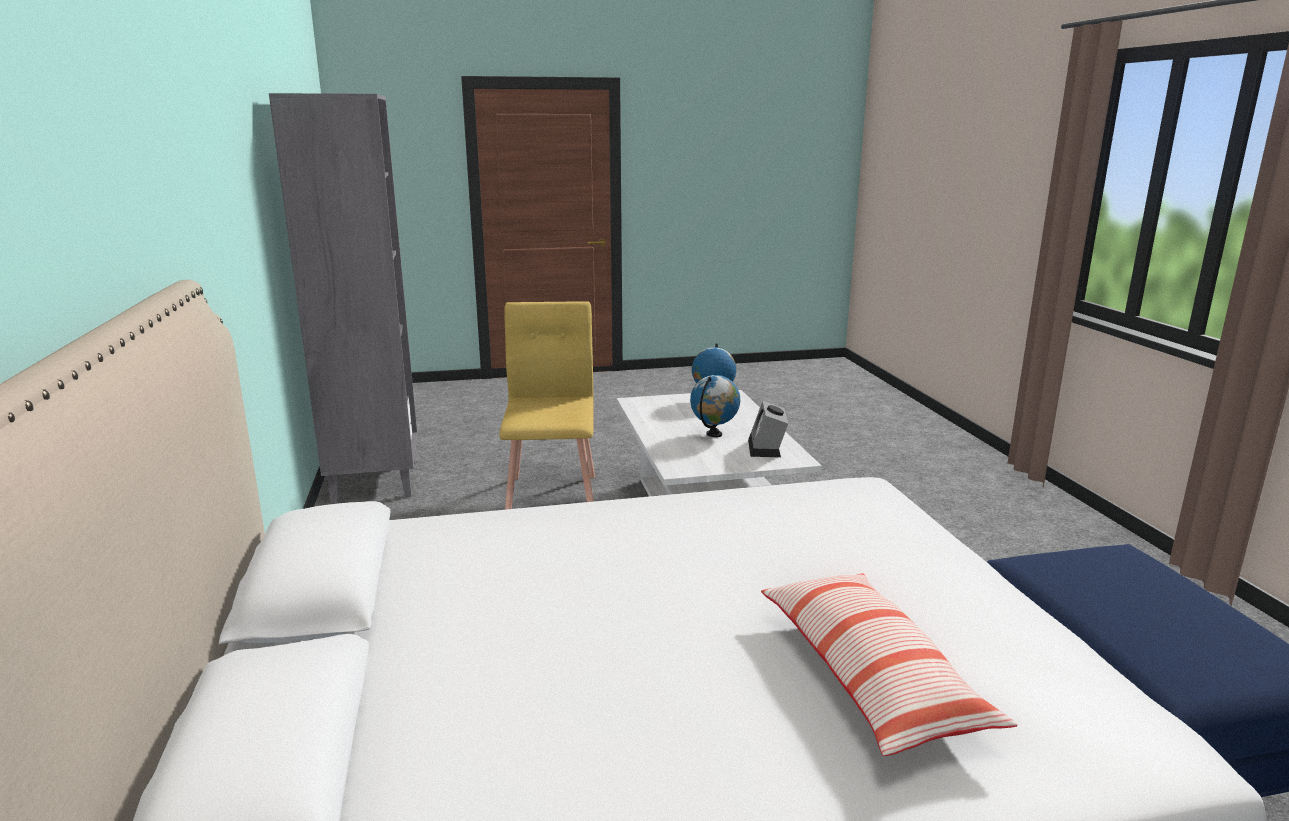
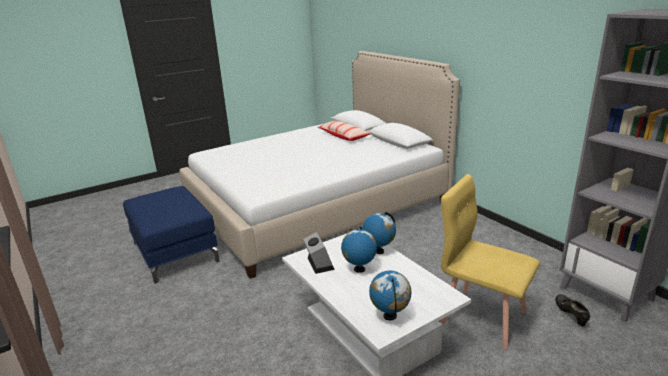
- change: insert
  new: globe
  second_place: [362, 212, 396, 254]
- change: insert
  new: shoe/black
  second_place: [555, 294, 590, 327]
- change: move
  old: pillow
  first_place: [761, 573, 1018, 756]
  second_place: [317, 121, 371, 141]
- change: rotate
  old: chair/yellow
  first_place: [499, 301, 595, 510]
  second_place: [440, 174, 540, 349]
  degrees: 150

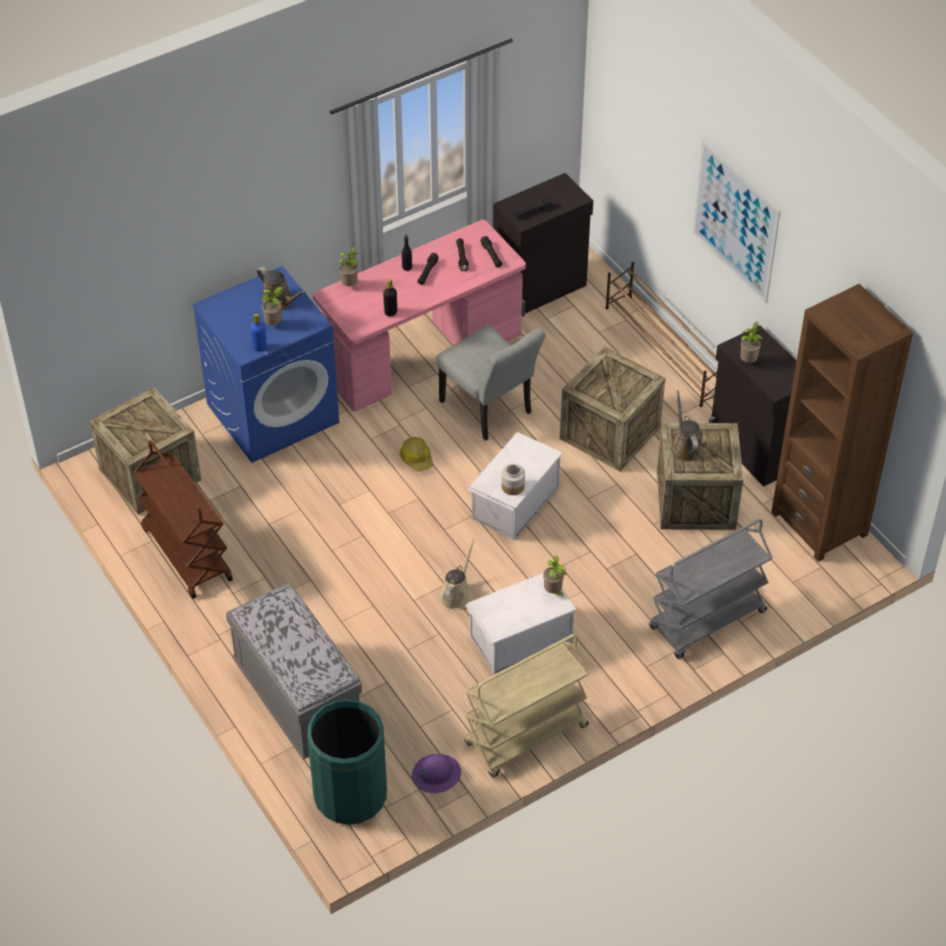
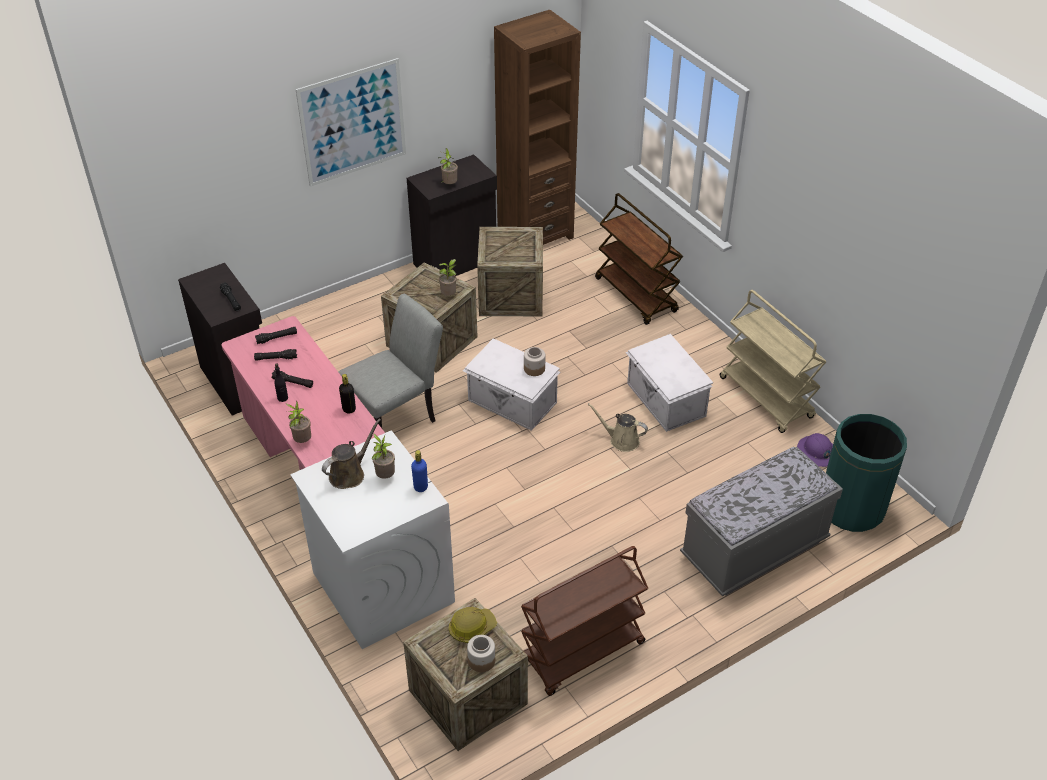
- change: delete
  old: shoe rack/brown
  first_place: [606, 262, 717, 407]
- change: delete
  old: watering can/brown
  first_place: [671, 390, 702, 462]
- change: insert
  new: jar
  second_place: [467, 635, 495, 672]
- change: move
  old: hard hat
  first_place: [399, 437, 433, 472]
  second_place: [449, 607, 497, 643]
- change: move
  old: potted plant
  first_place: [543, 556, 566, 598]
  second_place: [439, 259, 457, 296]
- change: recolor
  old: washing machine/blue
  new: washing machine/white
  first_place: [192, 266, 339, 463]
  second_place: [290, 431, 455, 649]
- change: recolor
  old: cart/grey
  new: cart/brown
  first_place: [649, 519, 773, 659]
  second_place: [595, 193, 683, 325]

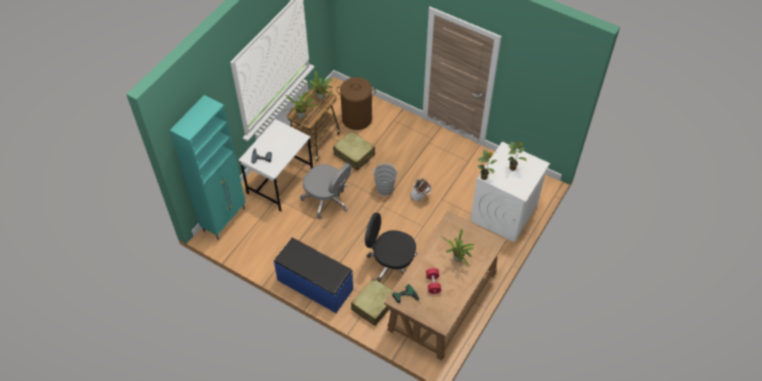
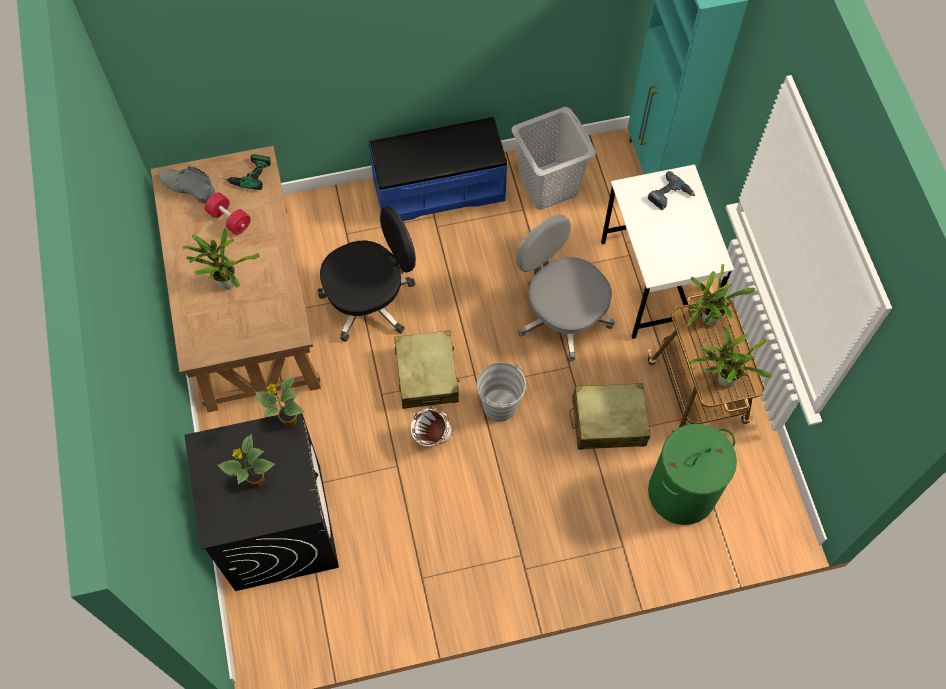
- change: insert
  new: boot/grey
  second_place: [159, 165, 215, 204]
- change: insert
  new: laundry basket/grey
  second_place: [512, 107, 596, 210]
- change: move
  old: suitcase/beige
  first_place: [351, 278, 392, 326]
  second_place: [394, 330, 460, 409]
- change: recolor
  old: laundry basket/brown
  new: laundry basket/green
  first_place: [336, 77, 376, 130]
  second_place: [648, 424, 737, 525]
- change: recolor
  old: washing machine/white
  new: washing machine/black
  first_place: [470, 142, 550, 242]
  second_place: [184, 413, 339, 591]
- change: rotate
  old: office chair/grey
  first_place: [300, 163, 352, 219]
  second_place: [516, 214, 615, 362]
  degrees: 60

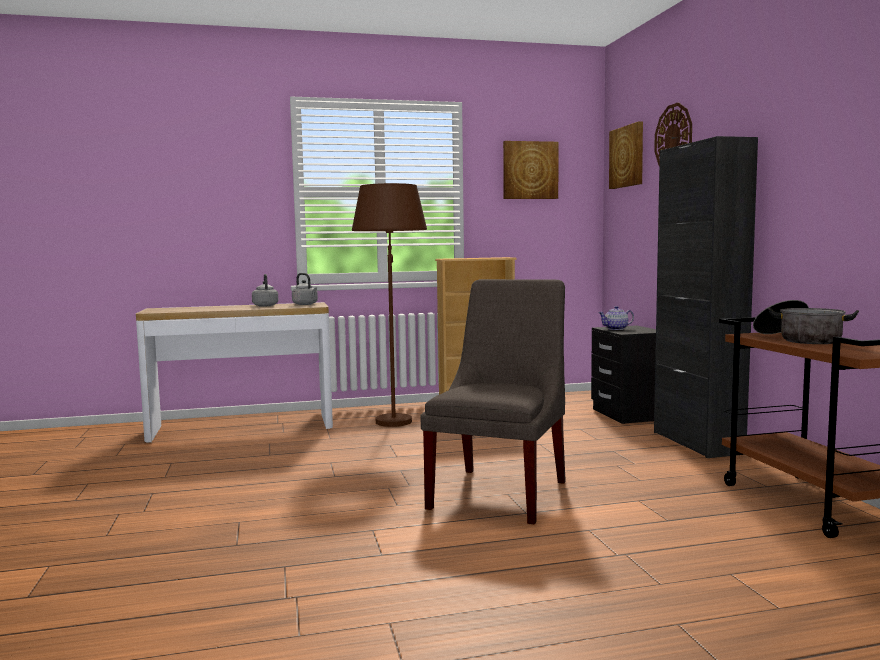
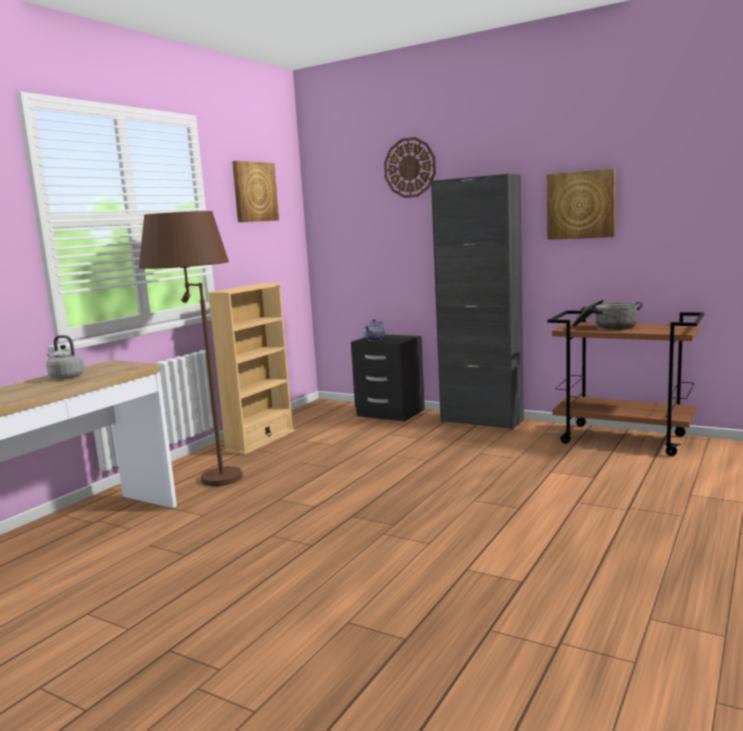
- change: delete
  old: kettle/grey
  first_place: [292, 273, 318, 305]
- change: delete
  old: chair/grey
  first_place: [420, 279, 566, 524]
- change: move
  old: picture
  first_place: [609, 121, 643, 189]
  second_place: [547, 168, 616, 240]

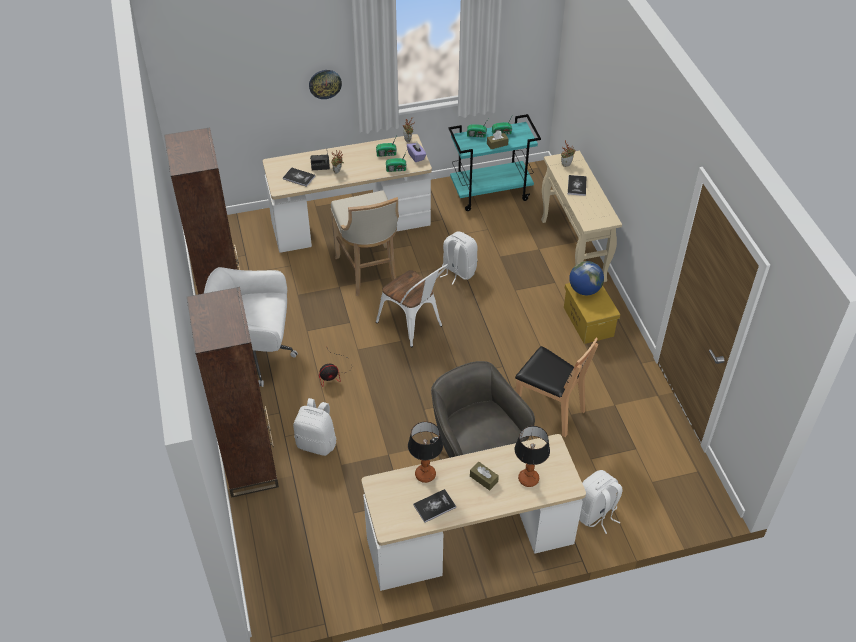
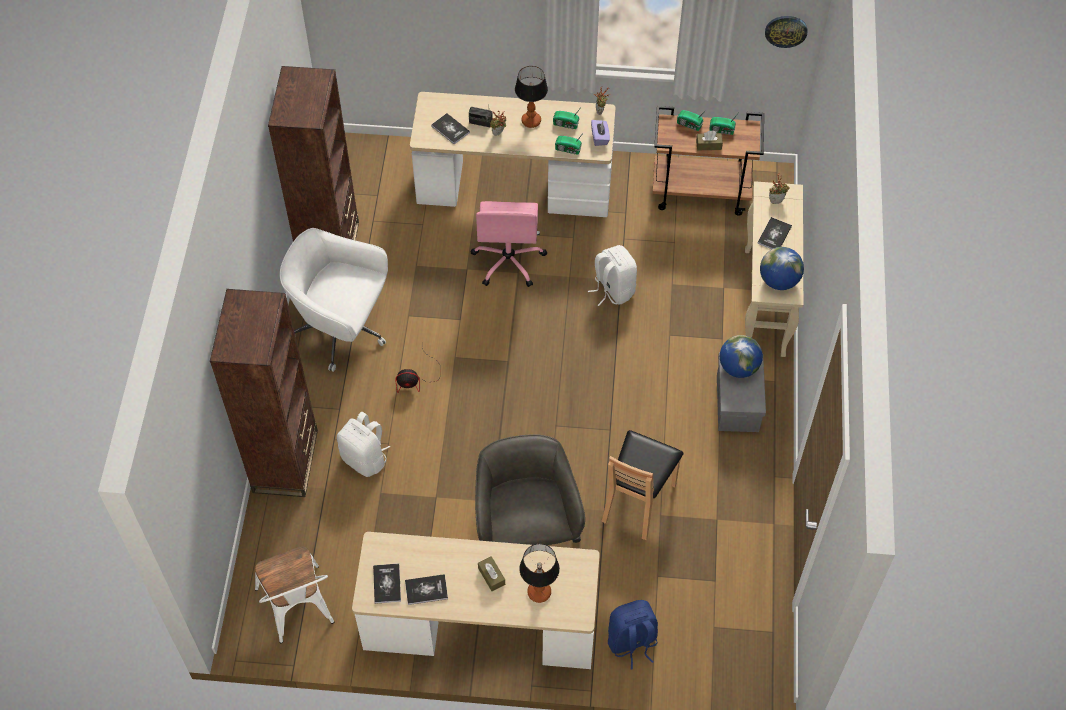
- change: insert
  new: book
  second_place: [373, 563, 401, 604]
- change: insert
  new: globe
  second_place: [760, 247, 804, 290]
- change: move
  old: wall clock
  first_place: [309, 70, 342, 99]
  second_place: [765, 16, 807, 48]
- change: move
  old: chair/white
  first_place: [376, 264, 448, 347]
  second_place: [255, 546, 334, 643]
- change: move
  old: table lamp
  first_place: [408, 421, 443, 483]
  second_place: [515, 66, 548, 128]
- change: replace
  old: stool/beige
  new: office chair/pink
  first_place: [331, 190, 399, 296]
  second_place: [471, 201, 547, 287]
- change: recolor
  old: cart/turquoise
  new: cart/brown
  first_place: [448, 114, 541, 211]
  second_place: [652, 106, 764, 216]
- change: recolor
  old: storage box/yellow
  new: storage box/grey
  first_place: [564, 283, 620, 344]
  second_place: [717, 352, 766, 432]
- change: recolor
  old: backpack/white
  new: backpack/blue
  first_place: [579, 470, 622, 534]
  second_place: [608, 600, 658, 670]
- change: rotate
  old: chair/brown
  first_place: [515, 338, 599, 437]
  second_place: [601, 430, 684, 540]
  degrees: 60

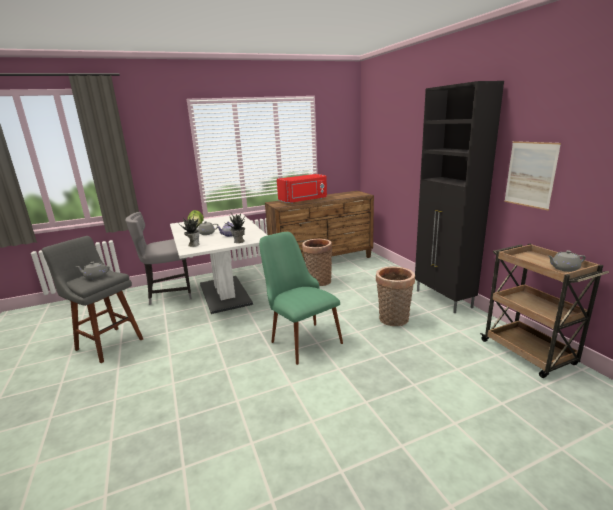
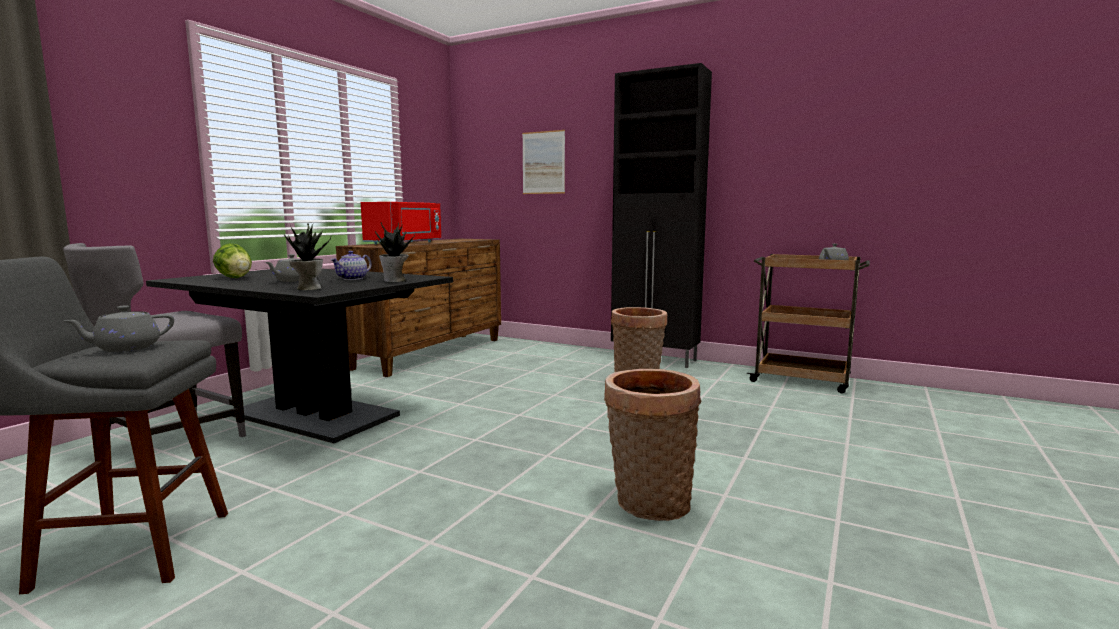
- change: delete
  old: chair/green
  first_place: [259, 232, 343, 365]
- change: move
  old: basket
  first_place: [302, 239, 332, 286]
  second_place: [604, 369, 701, 521]
- change: move
  old: picture
  first_place: [504, 141, 561, 210]
  second_place: [522, 130, 565, 194]
- change: recolor
  old: dining table/white
  new: dining table/black
  first_place: [170, 214, 268, 314]
  second_place: [146, 269, 453, 443]

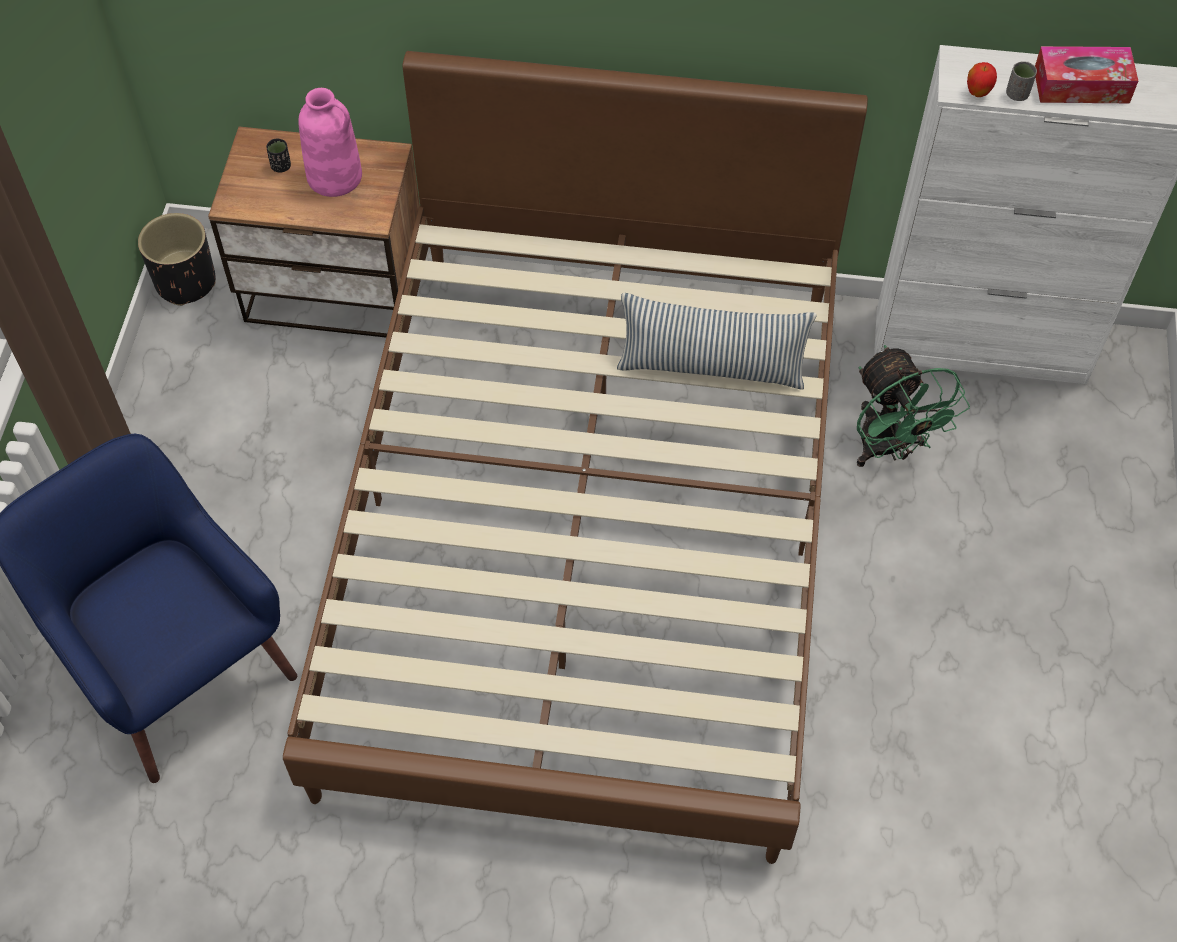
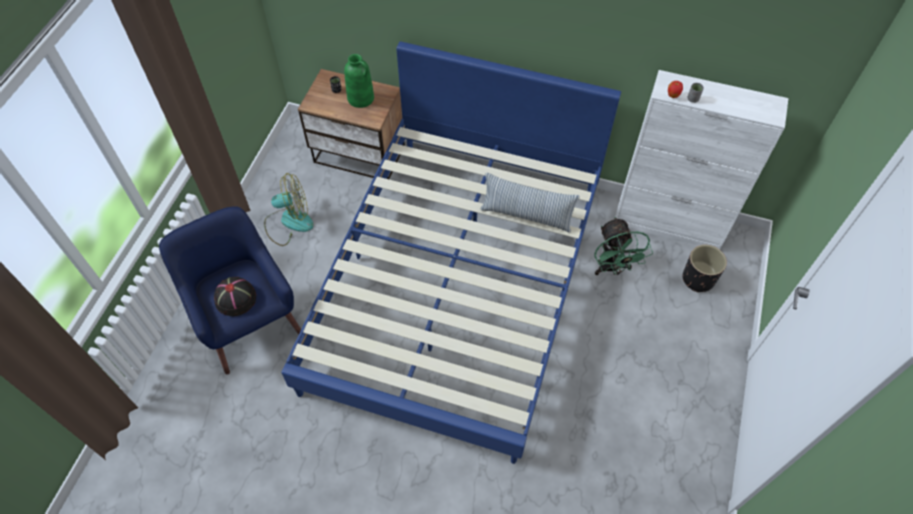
- change: delete
  old: tissue box
  first_place: [1035, 46, 1138, 103]
- change: insert
  new: hat/black
  second_place: [214, 277, 256, 316]
- change: insert
  new: fan
  second_place: [264, 173, 313, 246]
- change: move
  old: planter/black
  first_place: [138, 213, 216, 306]
  second_place: [682, 245, 727, 293]
- change: recolor
  old: bed/brown
  new: bed/blue
  first_place: [283, 51, 868, 864]
  second_place: [282, 41, 621, 464]
- change: recolor
  old: vase/pink
  new: vase/green
  first_place: [298, 88, 362, 197]
  second_place: [344, 54, 374, 108]

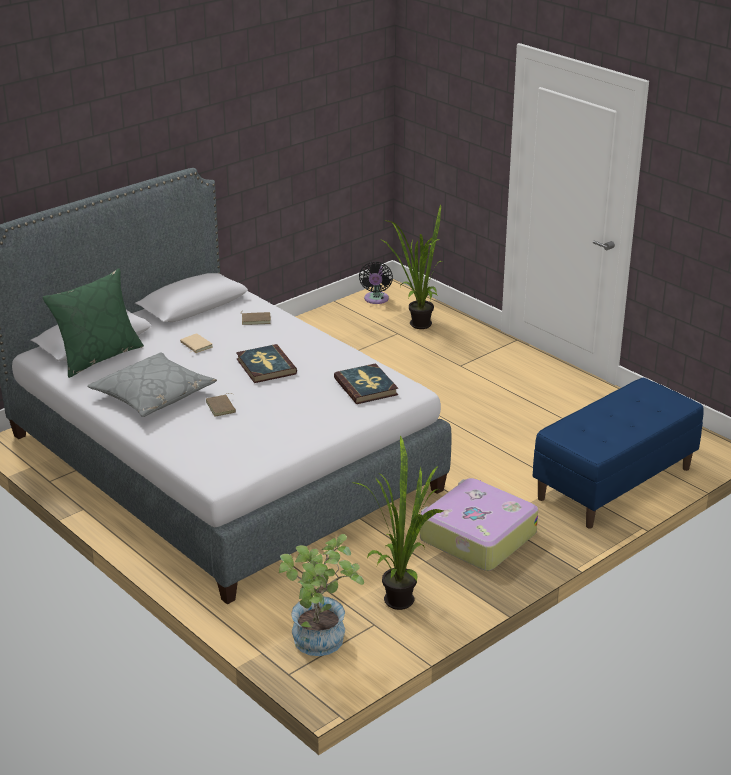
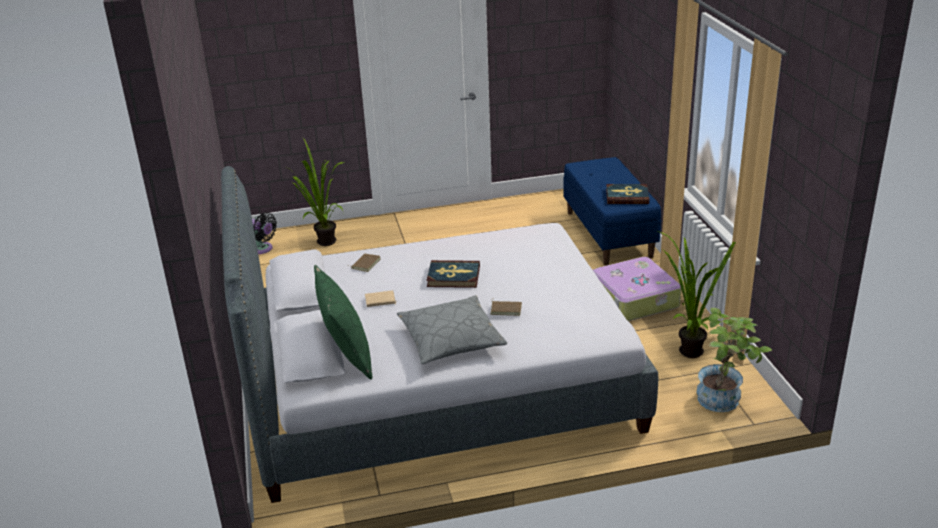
- change: move
  old: book
  first_place: [334, 363, 398, 404]
  second_place: [606, 184, 649, 204]

